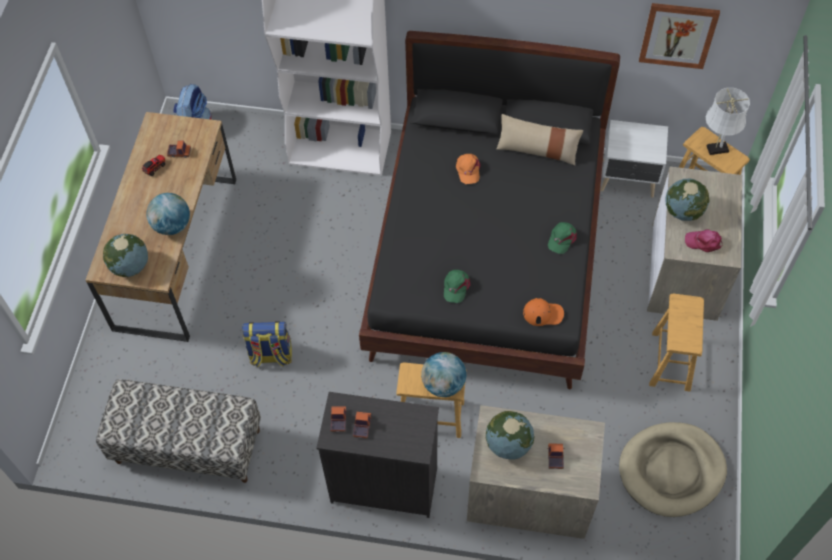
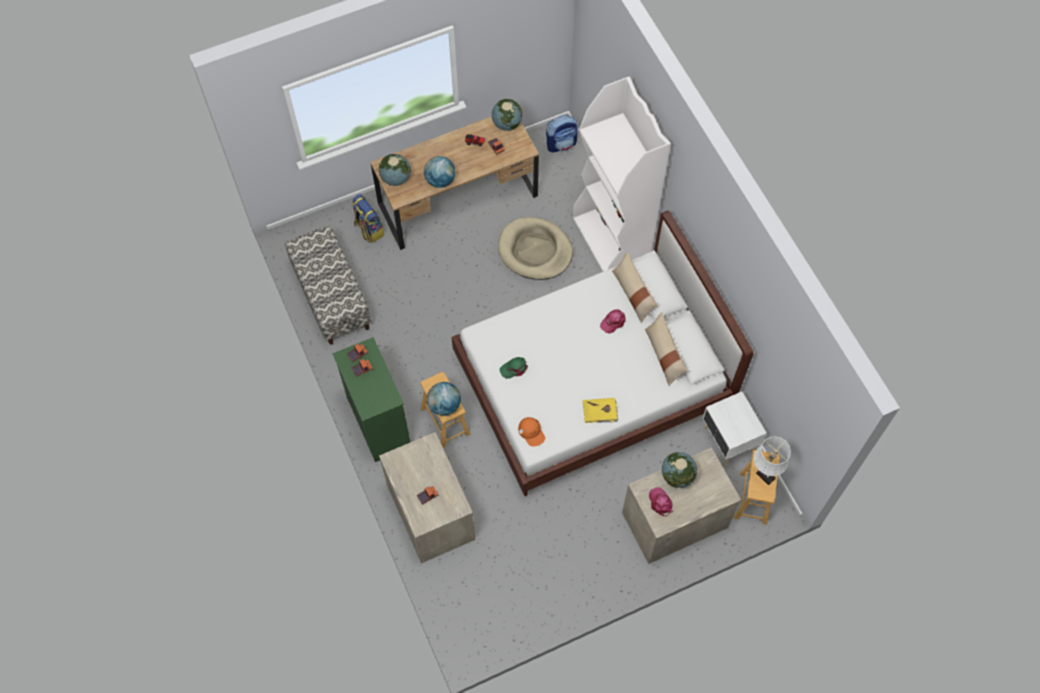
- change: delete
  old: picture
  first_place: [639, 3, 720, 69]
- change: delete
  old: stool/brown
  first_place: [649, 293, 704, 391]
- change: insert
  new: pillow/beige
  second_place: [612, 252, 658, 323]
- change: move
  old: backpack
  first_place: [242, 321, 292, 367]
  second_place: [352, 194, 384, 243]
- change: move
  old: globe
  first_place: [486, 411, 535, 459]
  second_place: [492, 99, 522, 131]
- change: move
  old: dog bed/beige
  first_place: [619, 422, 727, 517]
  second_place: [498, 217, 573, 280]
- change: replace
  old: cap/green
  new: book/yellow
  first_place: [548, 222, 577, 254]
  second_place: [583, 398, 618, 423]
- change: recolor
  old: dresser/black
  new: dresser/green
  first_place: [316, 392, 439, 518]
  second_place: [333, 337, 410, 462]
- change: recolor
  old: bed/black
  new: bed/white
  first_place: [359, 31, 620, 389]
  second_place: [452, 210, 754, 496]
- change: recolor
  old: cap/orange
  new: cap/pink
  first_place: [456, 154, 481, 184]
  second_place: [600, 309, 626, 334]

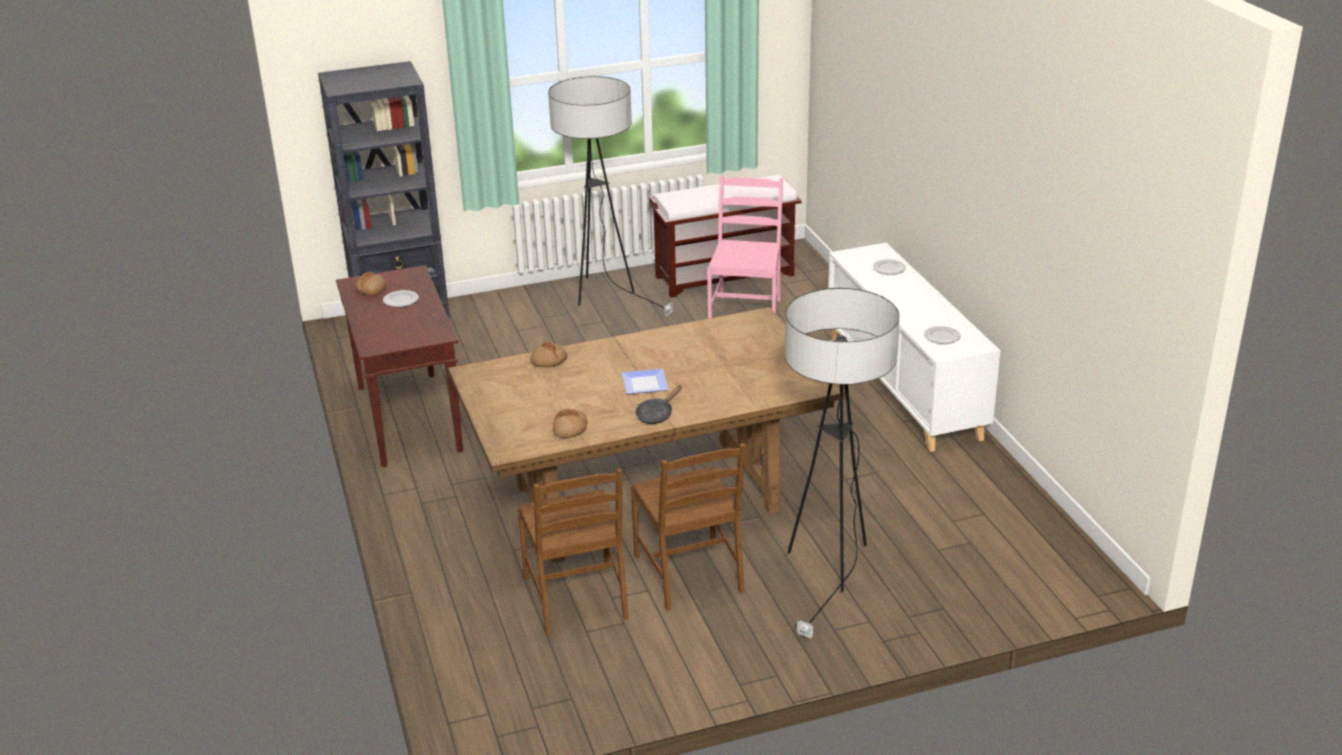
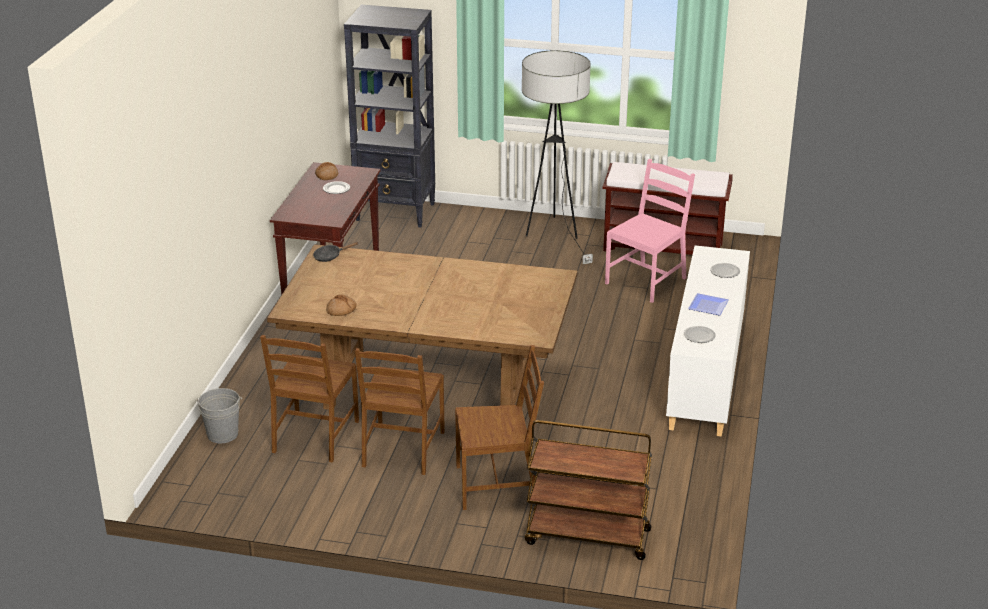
- change: delete
  old: bread
  first_place: [530, 342, 568, 367]
- change: insert
  new: bucket/grey
  second_place: [195, 388, 242, 443]
- change: insert
  new: cart/brown
  second_place: [525, 420, 652, 560]
- change: move
  old: plate
  first_place: [621, 369, 669, 394]
  second_place: [688, 293, 729, 316]
- change: move
  old: frying pan/black
  first_place: [635, 385, 682, 424]
  second_place: [313, 242, 358, 262]
- change: replace
  old: floor lamp
  new: chair/brown
  first_place: [785, 288, 899, 638]
  second_place: [455, 345, 544, 510]

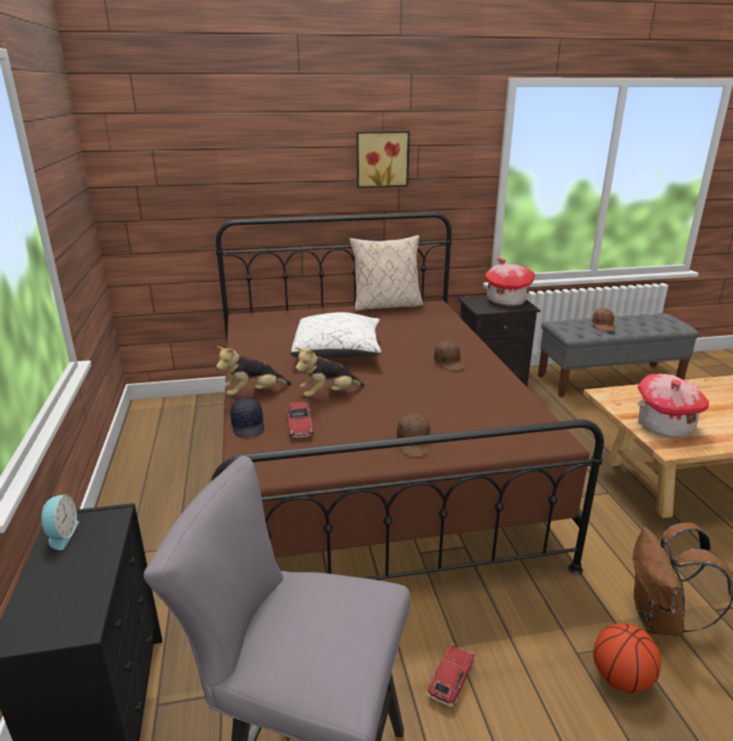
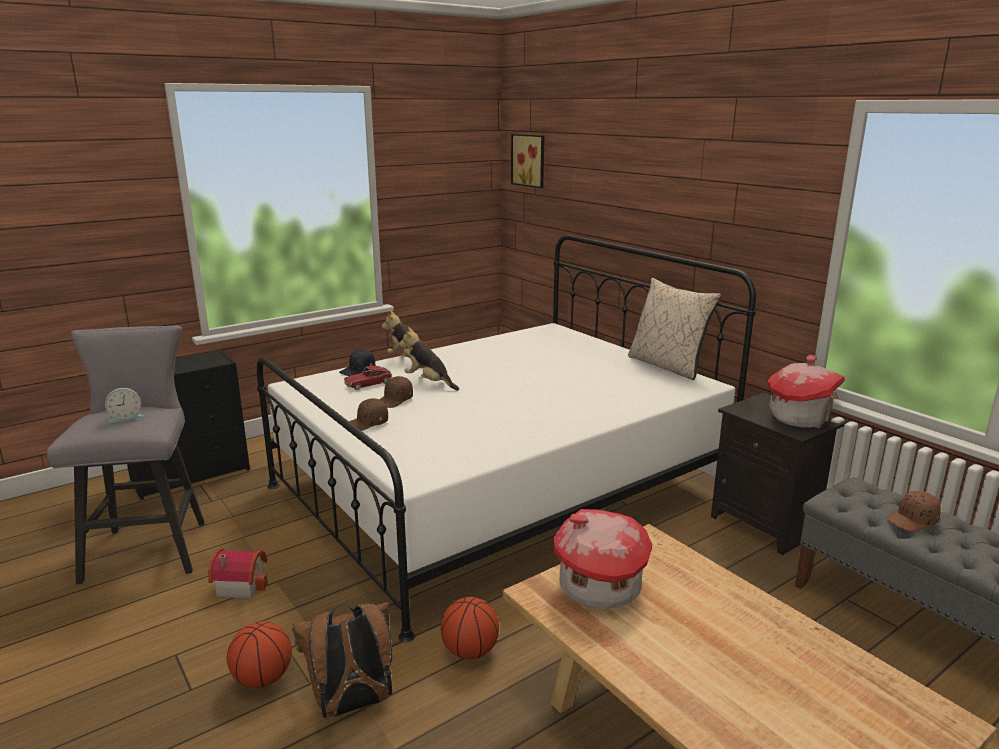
- change: delete
  old: pillow/white
  first_place: [290, 312, 381, 358]
- change: insert
  new: basketball
  second_place: [441, 597, 499, 659]
- change: move
  old: alarm clock
  first_place: [41, 494, 79, 550]
  second_place: [105, 388, 144, 423]
- change: move
  old: picture
  first_place: [357, 131, 410, 188]
  second_place: [511, 134, 544, 188]
- change: move
  old: cap/brown
  first_place: [434, 341, 466, 371]
  second_place: [380, 376, 413, 408]
- change: replace
  old: toy car
  new: toy house
  first_place: [426, 643, 475, 707]
  second_place: [208, 549, 268, 599]
- change: recolor
  old: bed/brown
  new: bed/white
  first_place: [211, 213, 604, 580]
  second_place: [257, 235, 756, 642]

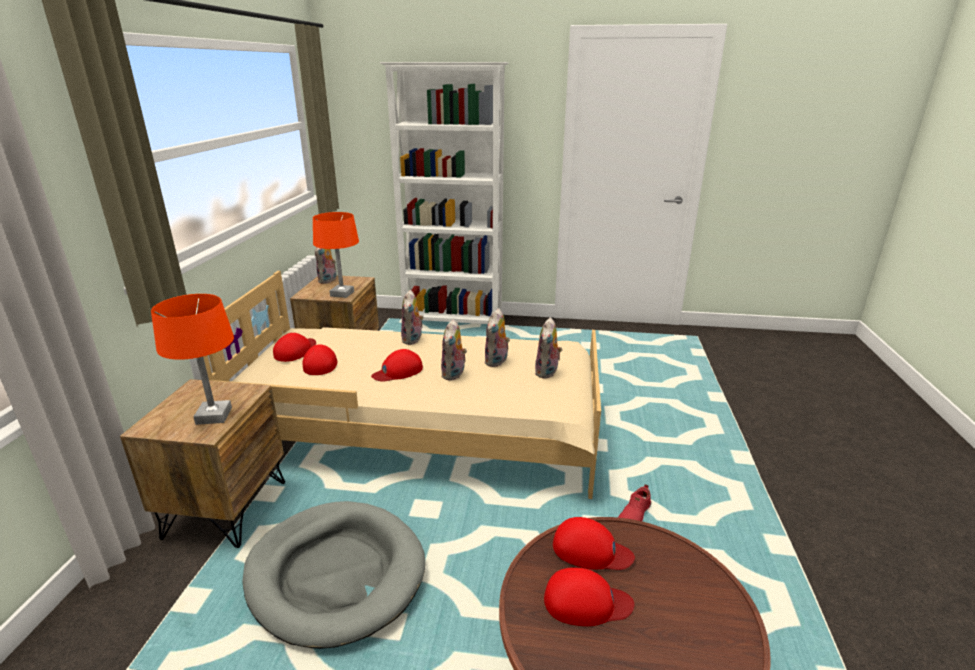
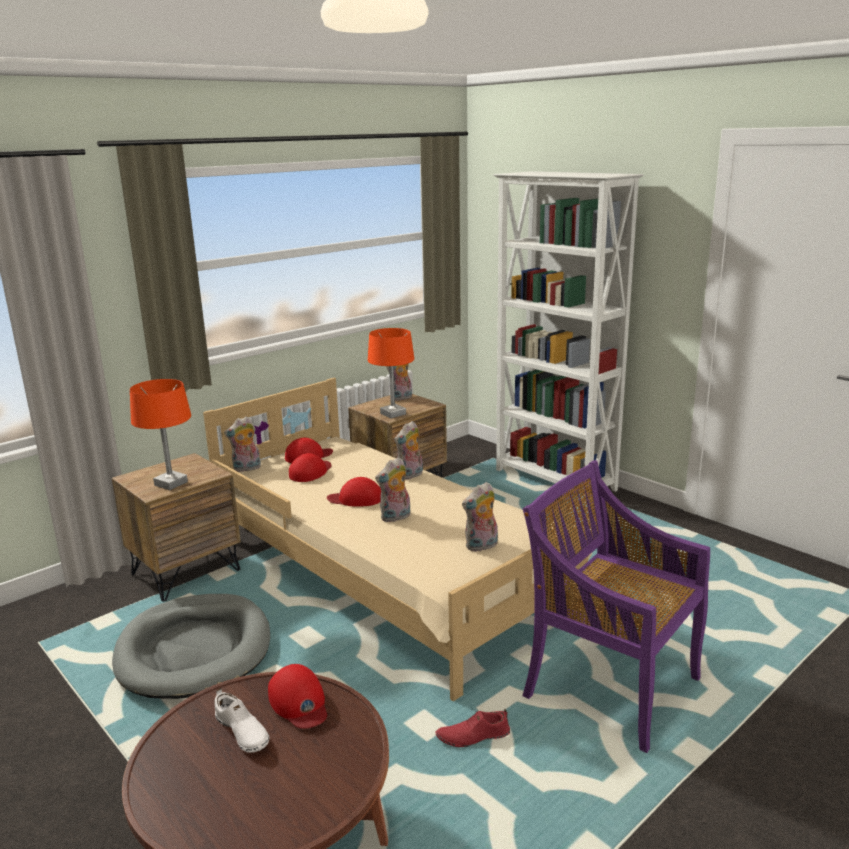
- change: insert
  new: chair/purple
  second_place: [523, 460, 710, 753]
- change: move
  old: plush toy
  first_place: [484, 308, 510, 367]
  second_place: [224, 416, 261, 472]
- change: replace
  old: cap/red
  new: shoe/white
  first_place: [544, 567, 634, 626]
  second_place: [215, 688, 269, 753]

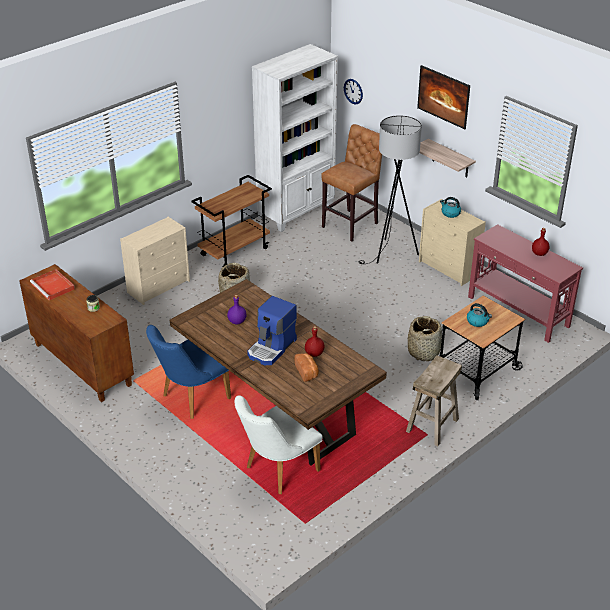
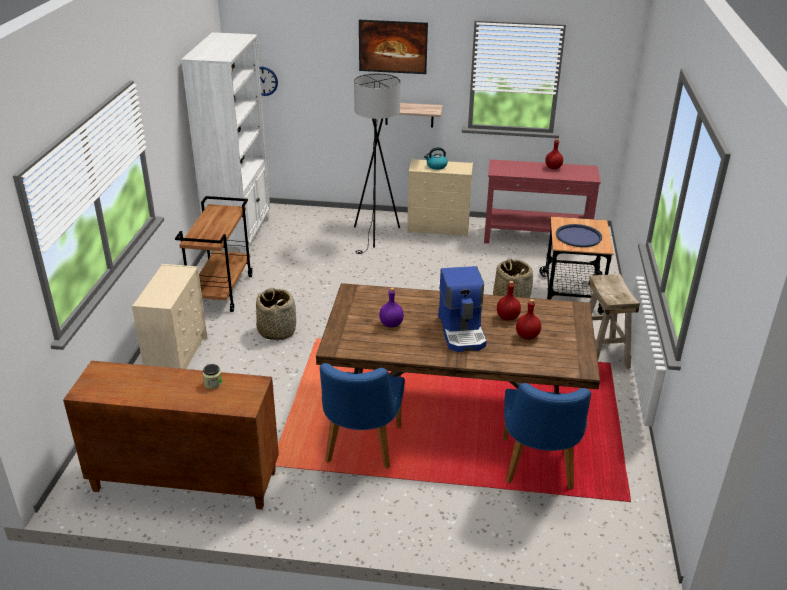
- change: delete
  old: tray/red
  first_place: [30, 269, 75, 300]
- change: delete
  old: stool/brown
  first_place: [321, 124, 382, 241]
- change: replace
  old: bread
  new: bottle/red
  first_place: [295, 353, 319, 382]
  second_place: [516, 299, 541, 340]
- change: replace
  old: kettle
  new: tray/blue
  first_place: [467, 303, 492, 327]
  second_place: [556, 224, 602, 247]
- change: recolor
  old: chair/white
  new: chair/blue
  first_place: [235, 395, 323, 494]
  second_place: [503, 383, 591, 490]

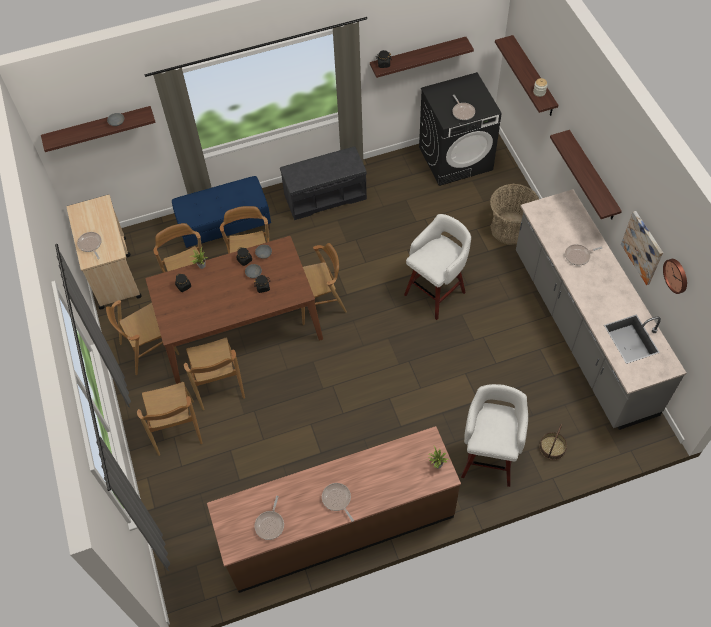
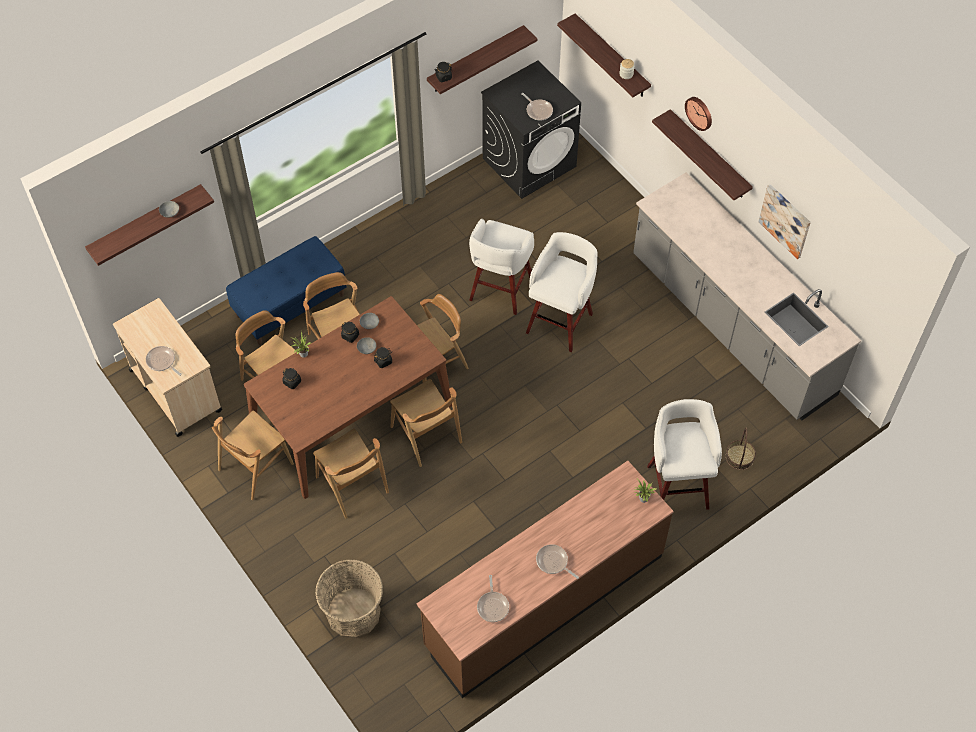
- change: delete
  old: bench/grey
  first_place: [280, 146, 367, 220]
- change: delete
  old: frying pan
  first_place: [565, 244, 603, 266]
- change: insert
  new: stool/white
  second_place: [469, 219, 534, 315]
- change: move
  old: chair/brown
  first_place: [137, 382, 203, 456]
  second_place: [390, 379, 462, 467]
- change: move
  old: basket
  first_place: [490, 184, 539, 245]
  second_place: [315, 559, 383, 638]
- change: move
  old: wall clock
  first_place: [663, 259, 687, 294]
  second_place: [685, 97, 712, 131]

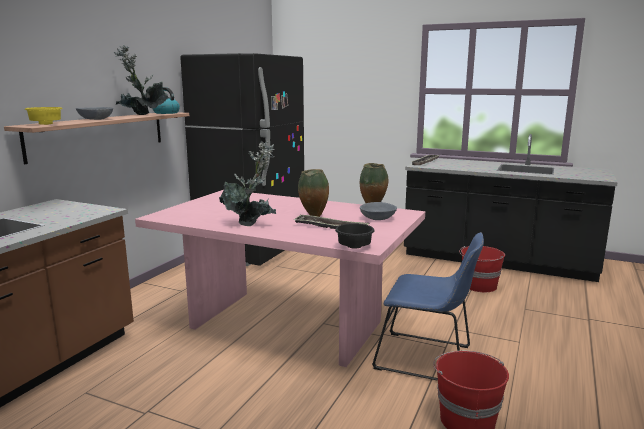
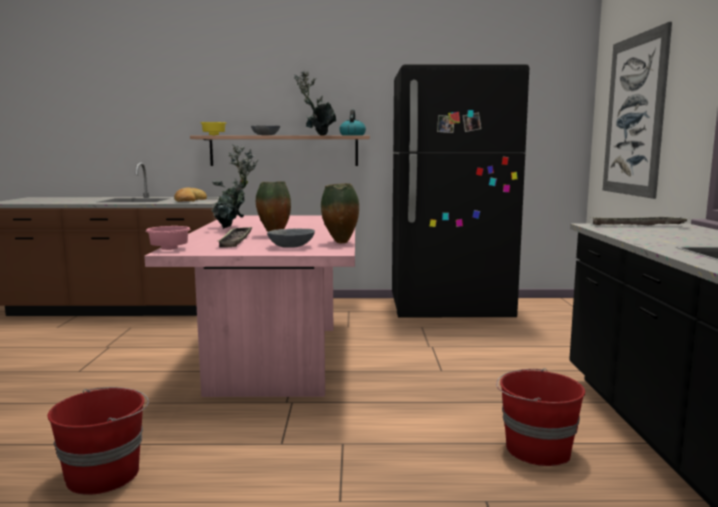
- change: delete
  old: chair/blue
  first_place: [372, 232, 484, 381]
- change: insert
  new: bread
  second_place: [174, 187, 207, 202]
- change: insert
  new: picture
  second_place: [603, 22, 672, 199]
- change: recolor
  old: bowl/black
  new: bowl/pink
  first_place: [335, 223, 375, 248]
  second_place: [146, 226, 191, 250]

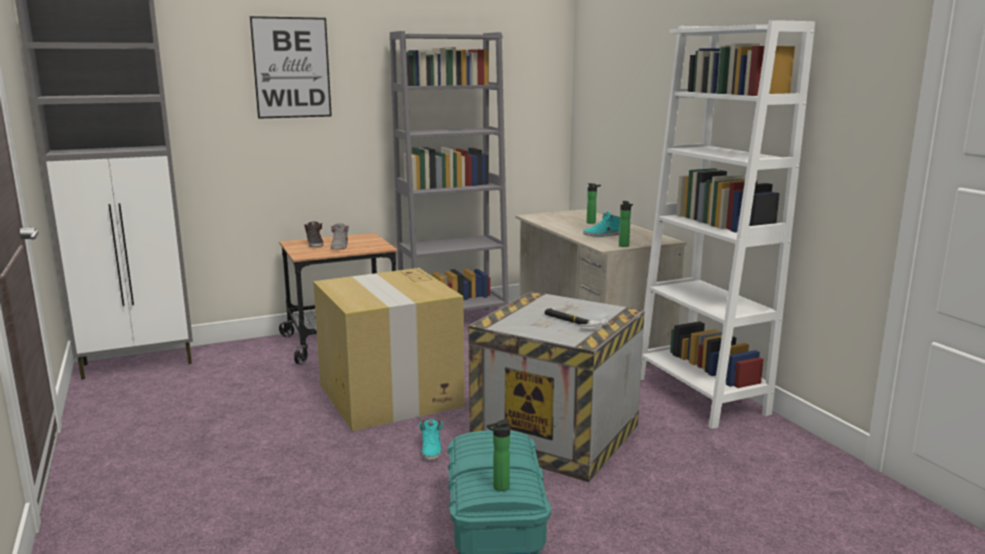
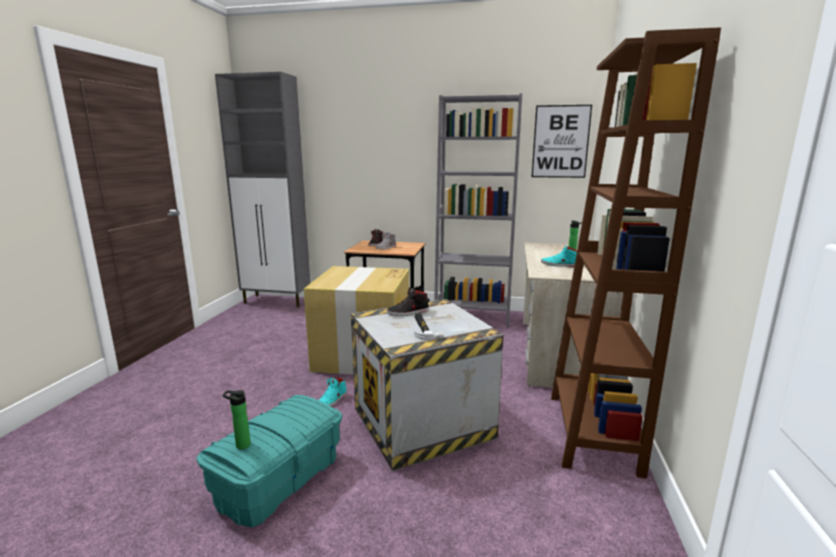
- change: delete
  old: bottle
  first_place: [619, 201, 633, 247]
- change: insert
  new: shoe/black
  second_place: [387, 288, 429, 316]
- change: move
  old: picture
  first_place: [250, 16, 332, 119]
  second_place: [532, 105, 592, 178]
- change: recolor
  old: bookcase/white
  new: bookcase/brown
  first_place: [641, 20, 815, 429]
  second_place: [551, 27, 721, 478]

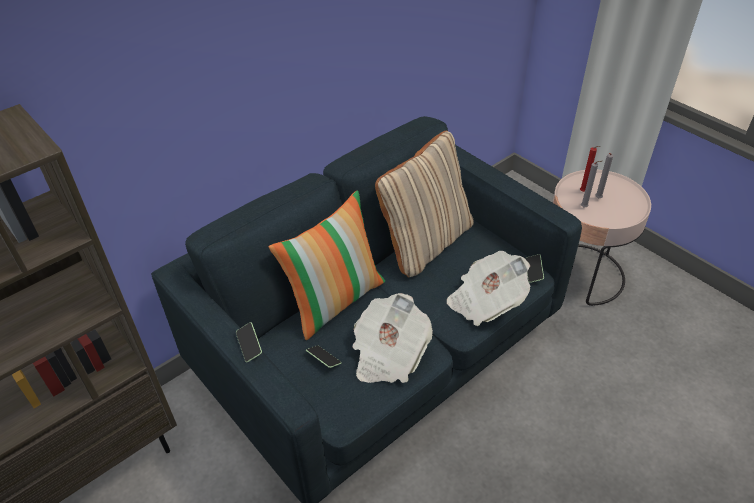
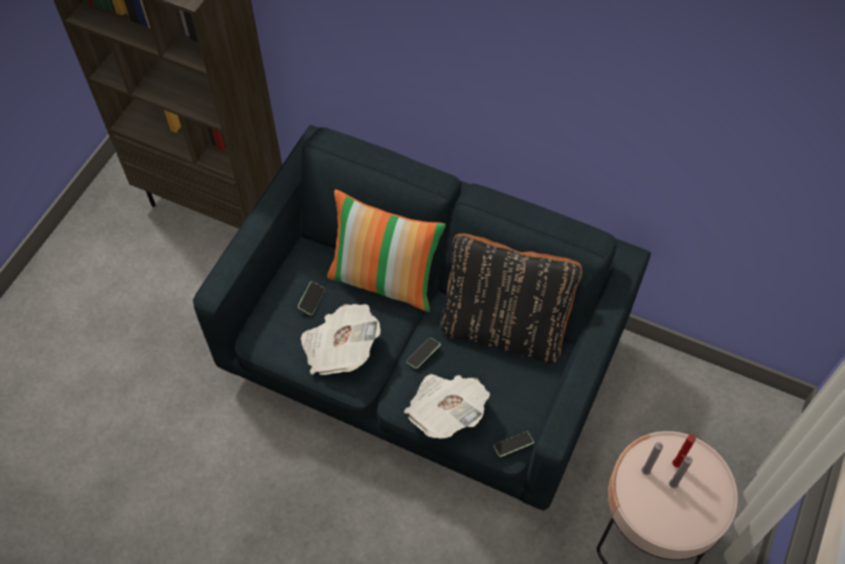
- change: move
  old: phone
  first_place: [236, 322, 262, 362]
  second_place: [406, 338, 441, 369]
- change: recolor
  old: pillow/beige
  new: pillow/black
  first_place: [375, 131, 474, 278]
  second_place: [440, 233, 582, 363]

